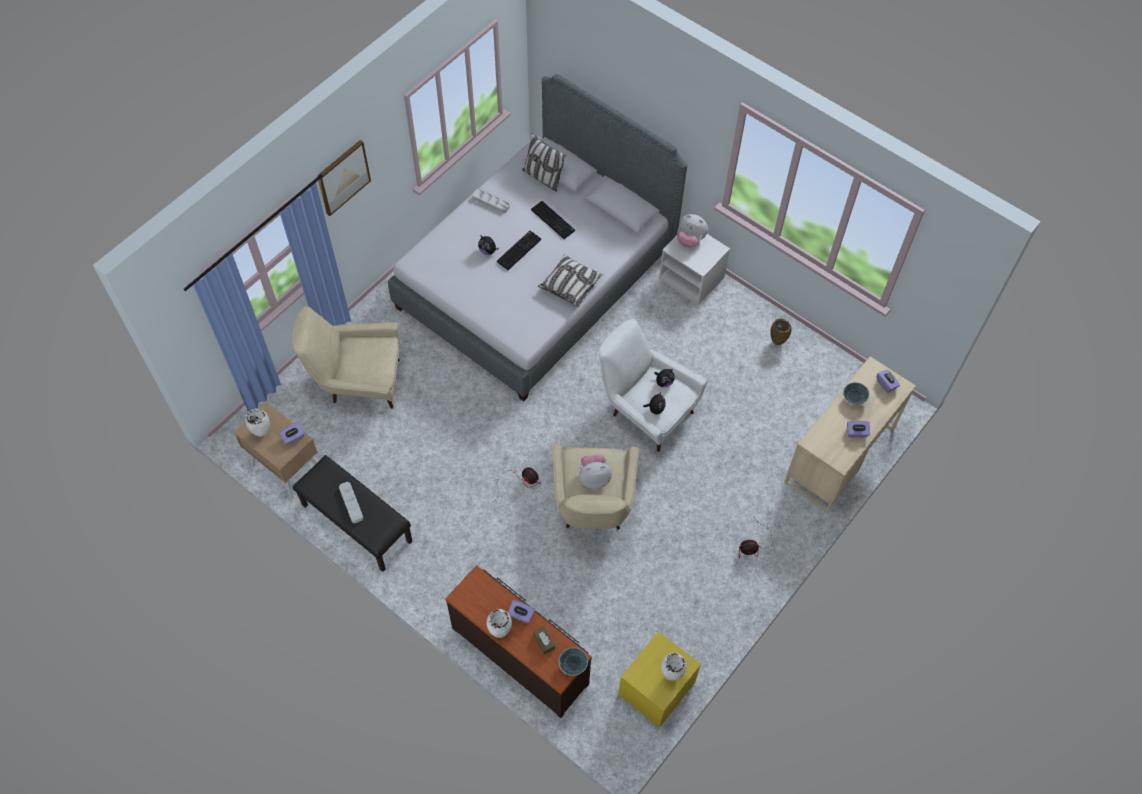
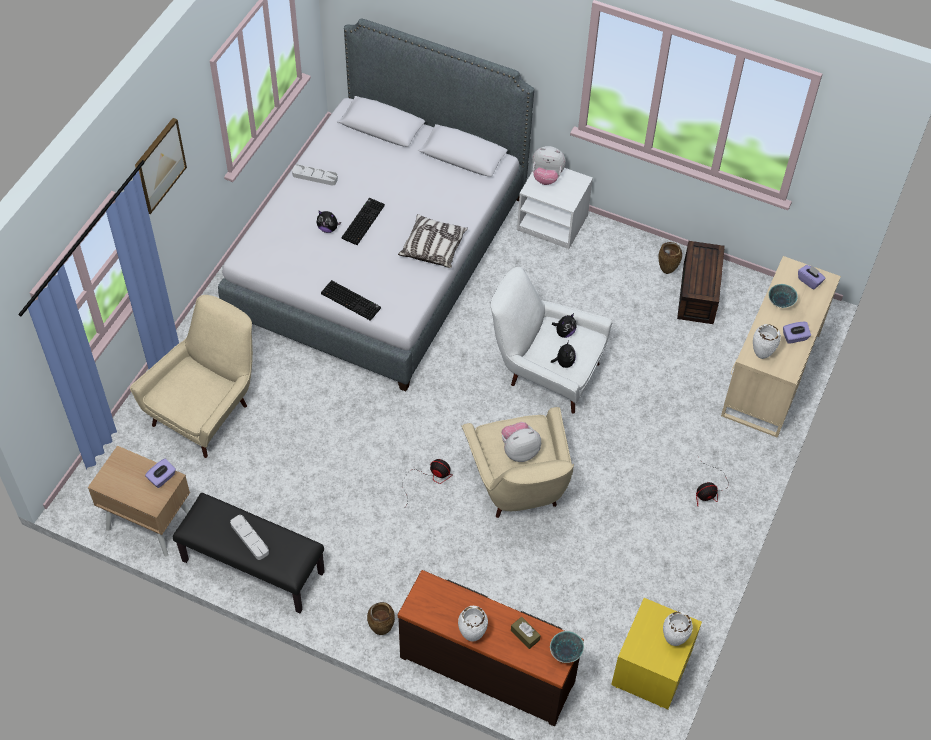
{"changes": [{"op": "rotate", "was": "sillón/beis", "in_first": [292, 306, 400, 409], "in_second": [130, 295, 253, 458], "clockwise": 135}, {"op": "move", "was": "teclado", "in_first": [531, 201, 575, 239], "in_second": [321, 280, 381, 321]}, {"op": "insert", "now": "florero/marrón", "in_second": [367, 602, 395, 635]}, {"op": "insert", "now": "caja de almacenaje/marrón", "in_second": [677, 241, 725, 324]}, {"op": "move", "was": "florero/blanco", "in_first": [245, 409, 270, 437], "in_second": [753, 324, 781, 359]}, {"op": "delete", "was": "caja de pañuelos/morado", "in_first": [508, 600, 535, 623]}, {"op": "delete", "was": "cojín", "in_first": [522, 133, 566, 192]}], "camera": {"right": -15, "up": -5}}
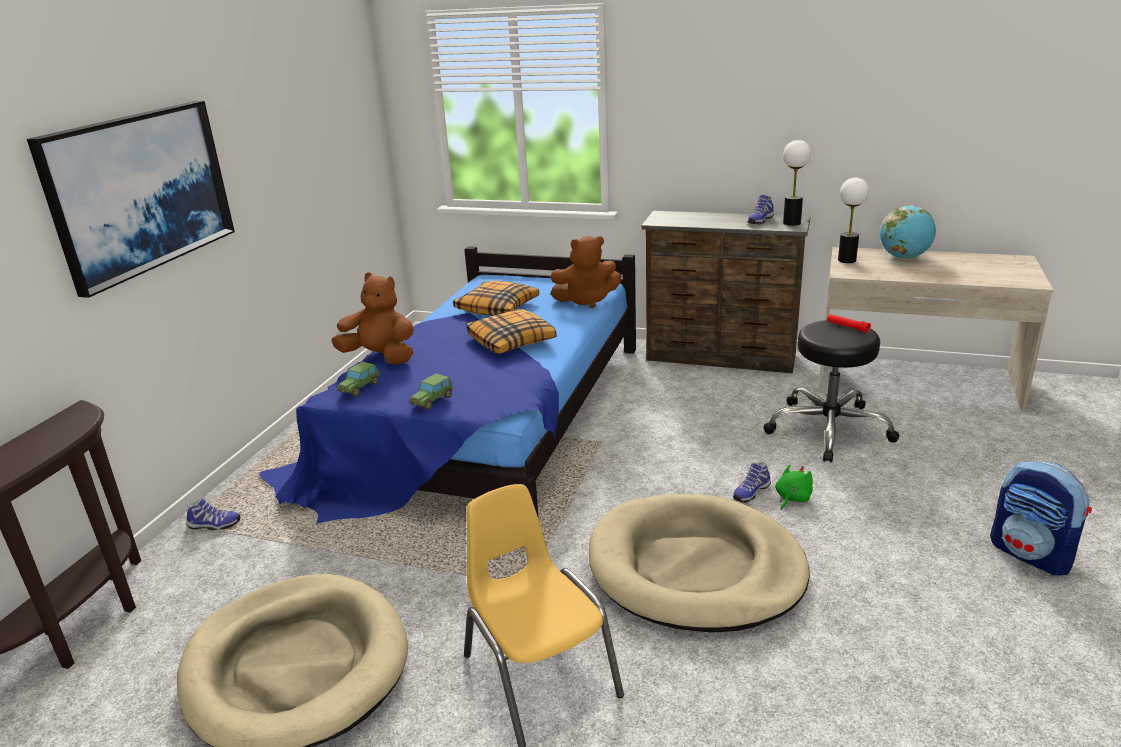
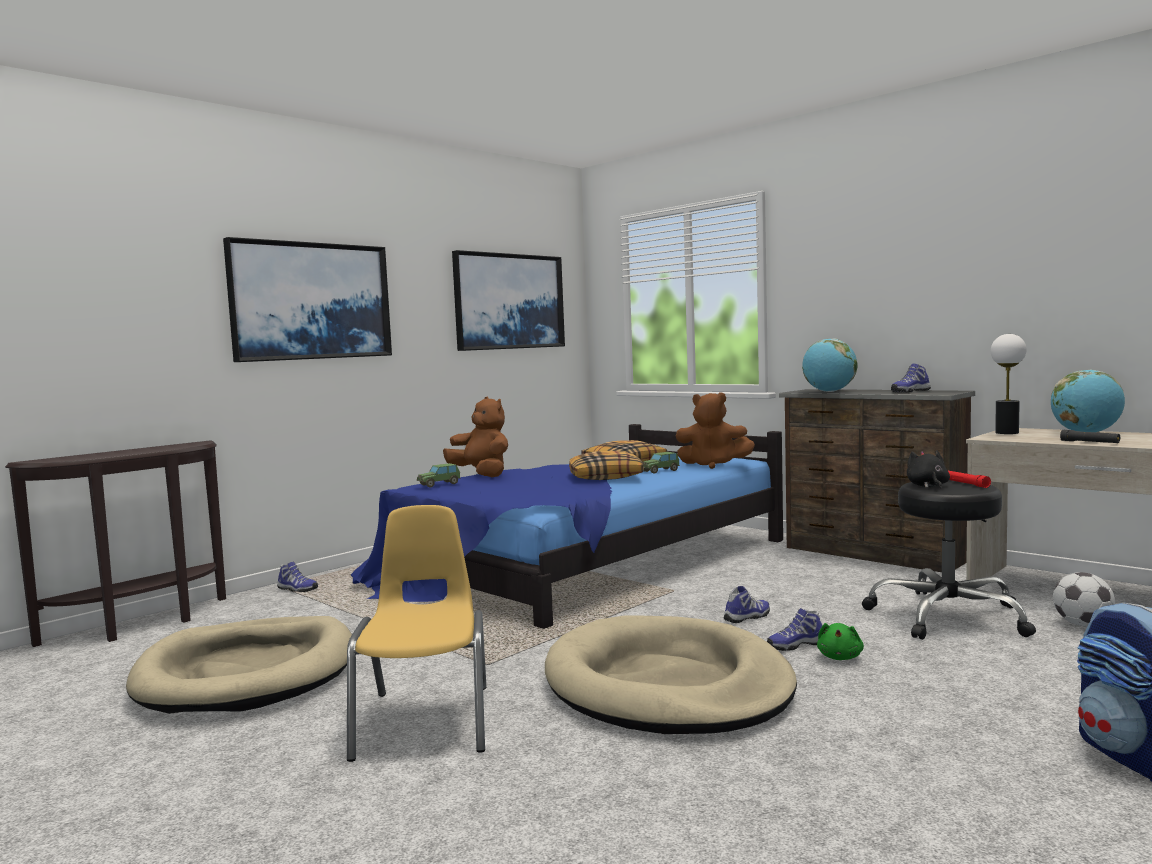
{"changes": [{"op": "insert", "now": "cuadro", "in_second": [452, 250, 565, 351]}, {"op": "move", "was": "coche de juguete", "in_first": [409, 373, 453, 410], "in_second": [643, 452, 680, 474]}, {"op": "insert", "now": "zapato", "in_second": [724, 586, 770, 623]}, {"op": "insert", "now": "globo terráqueo", "in_second": [802, 338, 858, 392]}, {"op": "rotate", "was": "peluche/verde", "in_first": [775, 465, 813, 510], "in_second": [817, 623, 864, 660], "clockwise": 135}, {"op": "insert", "now": "peluche/negro", "in_second": [907, 450, 950, 489]}, {"op": "insert", "now": "balón de fútbol", "in_second": [1053, 572, 1115, 626]}, {"op": "insert", "now": "linterna/negro", "in_second": [1060, 430, 1120, 443]}, {"op": "delete", "was": "lámpara de mesa", "in_first": [783, 140, 811, 226]}], "camera": {"right": 25, "up": -20}}
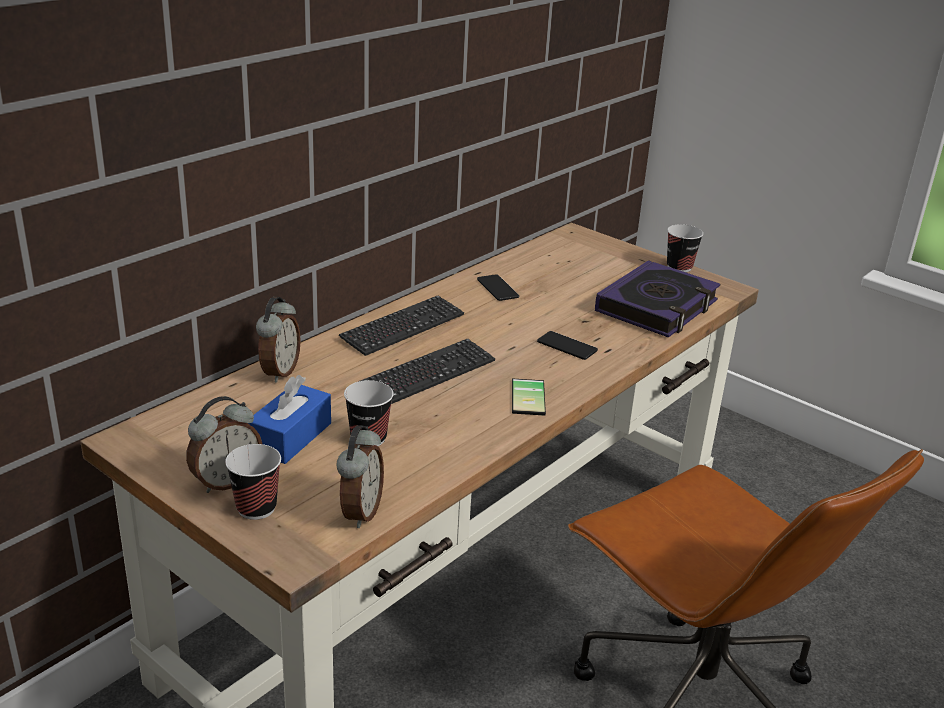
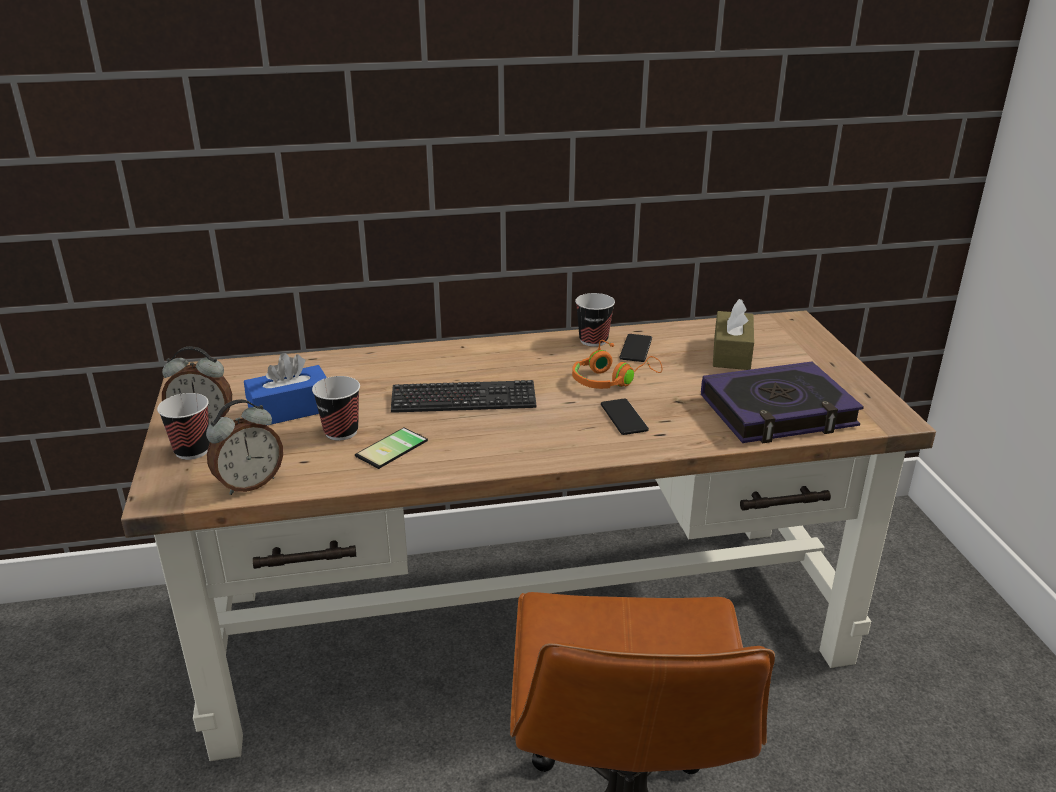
{"changes": [{"op": "move", "was": "móvil", "in_first": [512, 379, 553, 416], "in_second": [355, 427, 428, 469]}, {"op": "insert", "now": "auriculares/naranja", "in_second": [572, 340, 662, 389]}, {"op": "move", "was": "taza", "in_first": [667, 224, 703, 272], "in_second": [575, 293, 615, 347]}, {"op": "insert", "now": "caja de pañuelos/marrón", "in_second": [713, 299, 754, 370]}, {"op": "delete", "was": "despertador", "in_first": [256, 297, 301, 383]}, {"op": "delete", "was": "teclado", "in_first": [339, 295, 464, 356]}], "camera": {"right": 40, "up": 0}}
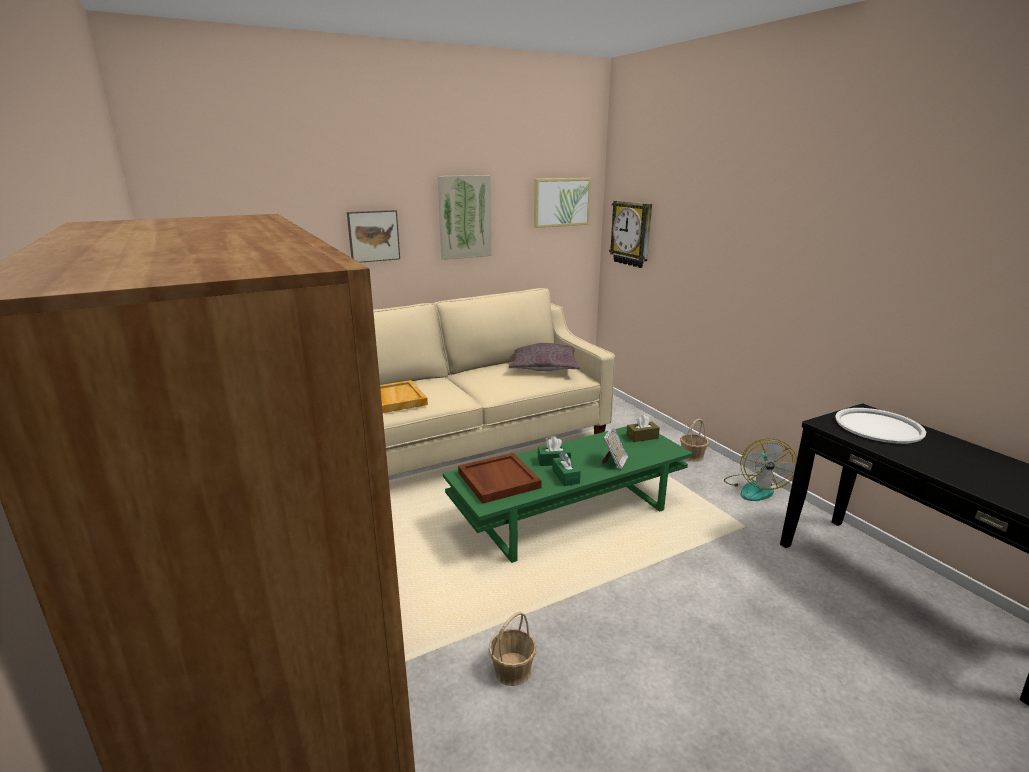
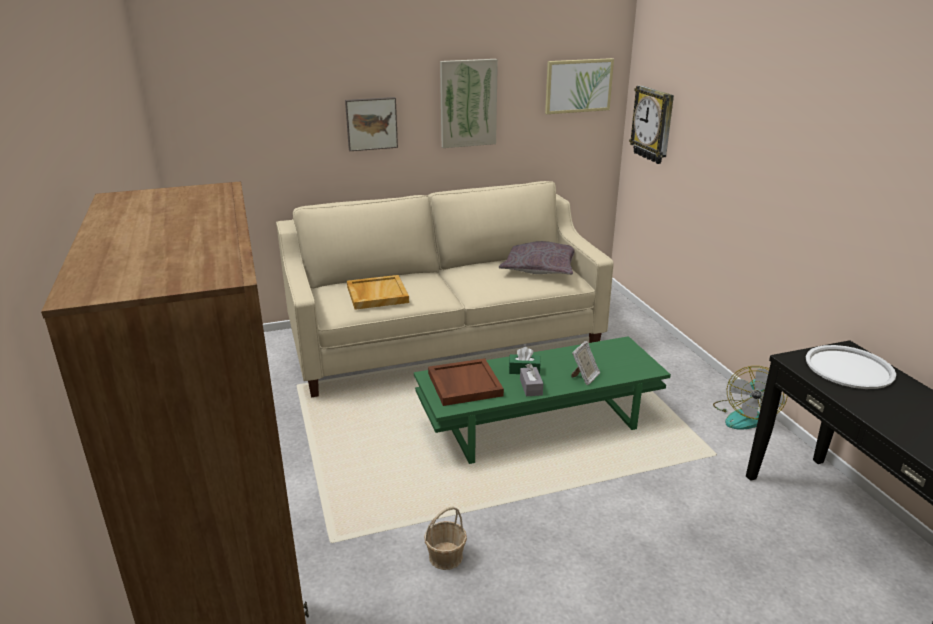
{"changes": [{"op": "recolor", "was": "caja de pañuelos/verde", "now": "caja de pañuelos/gris", "in_first": [552, 452, 581, 486], "in_second": [520, 364, 543, 396]}, {"op": "delete", "was": "caja de pañuelos/marrón", "in_first": [626, 415, 660, 442]}, {"op": "delete", "was": "cesta", "in_first": [680, 419, 709, 462]}], "camera": {"right": 10, "up": 5}}
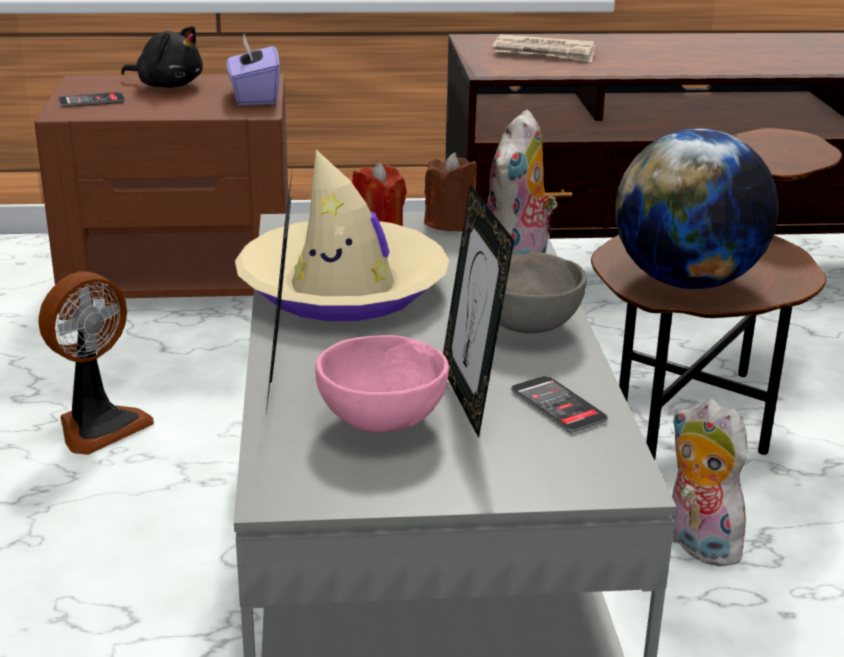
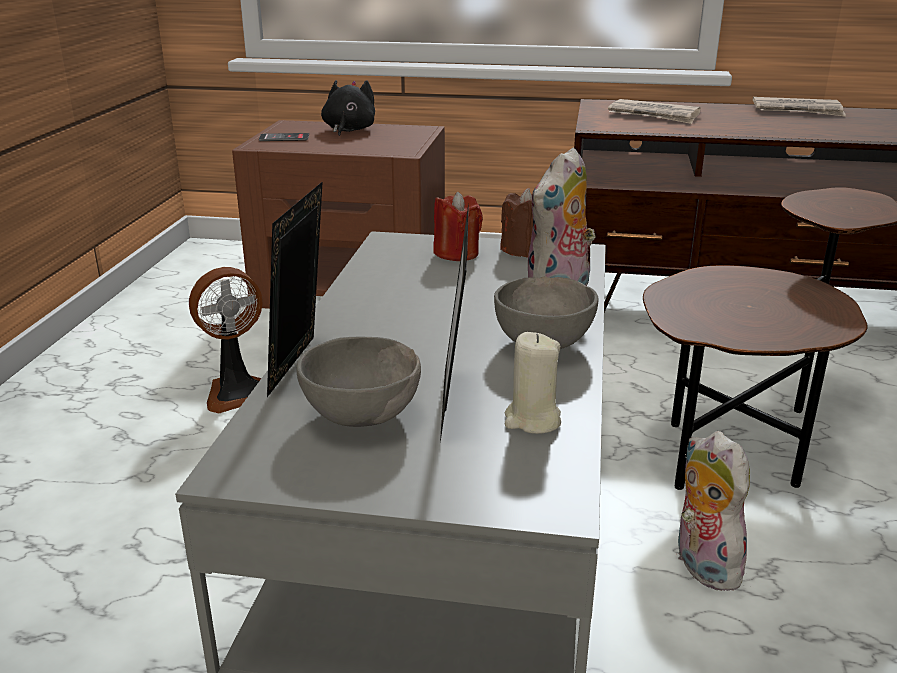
{"changes": [{"op": "recolor", "was": "cuenco/rosa", "now": "cuenco/gris", "in_first": [315, 335, 449, 433], "in_second": [296, 337, 421, 427]}, {"op": "rotate", "was": "peluche/negro", "in_first": [121, 26, 203, 88], "in_second": [321, 80, 375, 136], "clockwise": -120}, {"op": "replace", "was": "móvil", "now": "vela/beis", "in_first": [511, 376, 608, 433], "in_second": [505, 332, 561, 434]}, {"op": "insert", "now": "periódico", "in_second": [753, 97, 846, 117]}, {"op": "delete", "was": "caja de pañuelos/morado", "in_first": [227, 34, 280, 105]}, {"op": "delete", "was": "sombrero/beis", "in_first": [235, 150, 450, 321]}, {"op": "delete", "was": "globo terráqueo", "in_first": [615, 129, 779, 289]}], "camera": {"right": 15, "up": 0}}
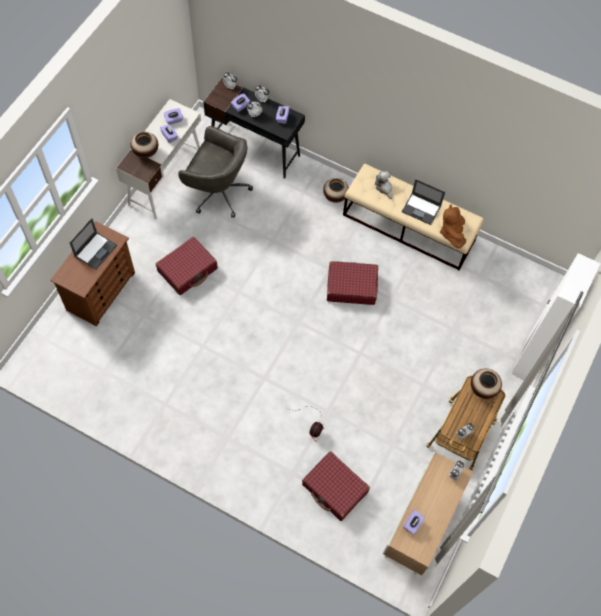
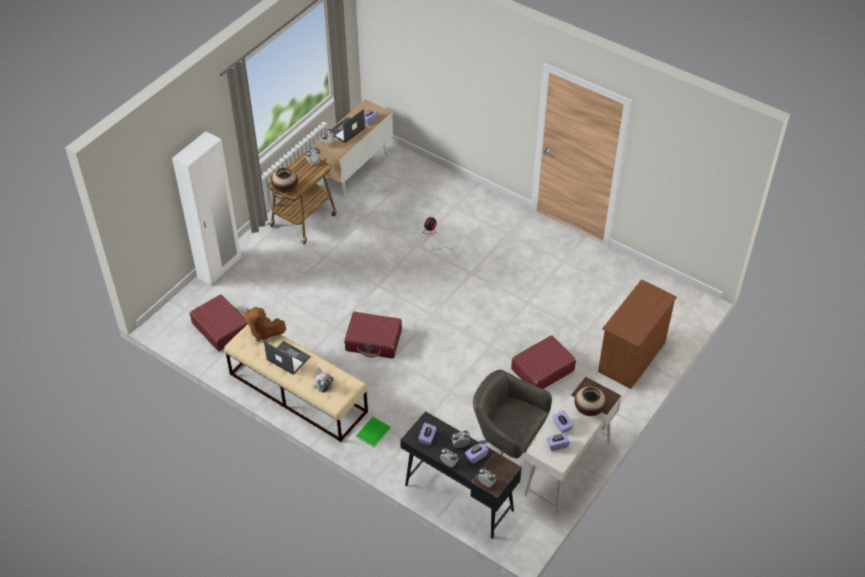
{"changes": [{"op": "move", "was": "maleta/rojo", "in_first": [302, 451, 370, 521], "in_second": [190, 294, 248, 351]}, {"op": "rotate", "was": "peluche/marrón", "in_first": [440, 204, 466, 248], "in_second": [243, 307, 286, 342], "clockwise": 105}, {"op": "move", "was": "portátil", "in_first": [70, 218, 117, 270], "in_second": [331, 109, 365, 143]}, {"op": "replace", "was": "florero", "now": "libro/verde", "in_first": [323, 178, 349, 203], "in_second": [356, 417, 391, 447]}], "camera": {"right": -170, "up": -15}}
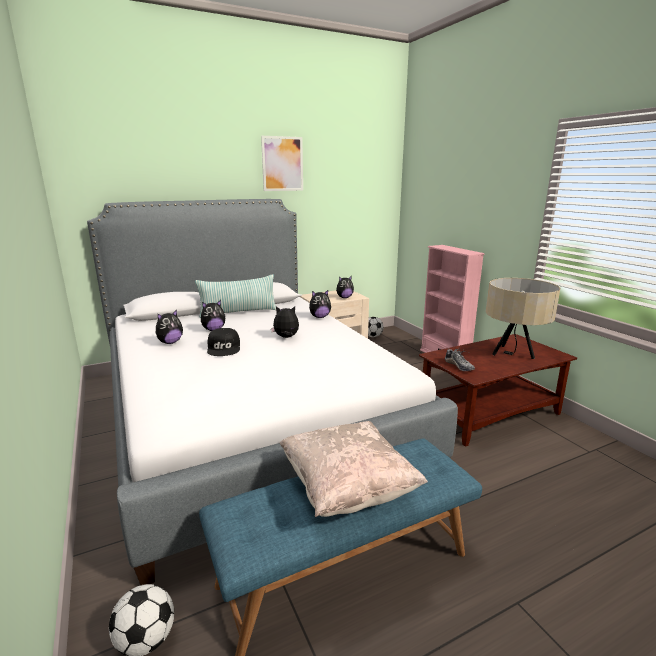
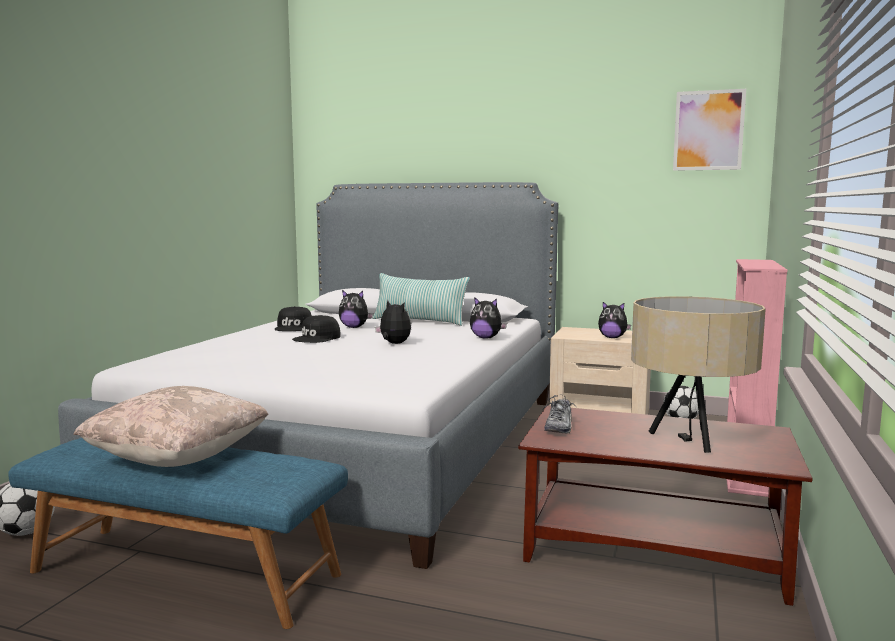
{"changes": [{"op": "replace", "was": "peluche", "now": "gorra/negro", "in_first": [155, 309, 183, 344], "in_second": [274, 306, 312, 331]}, {"op": "move", "was": "cuadro", "in_first": [261, 136, 303, 191], "in_second": [673, 89, 746, 171]}], "camera": {"right": 45, "up": -10}}
